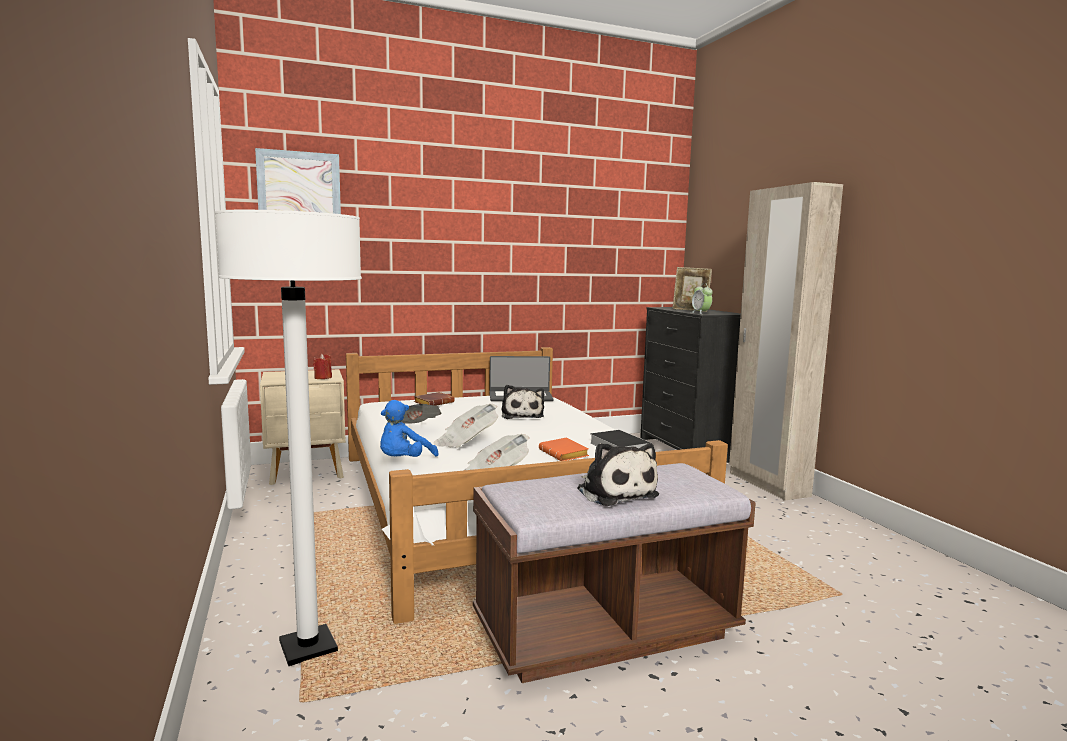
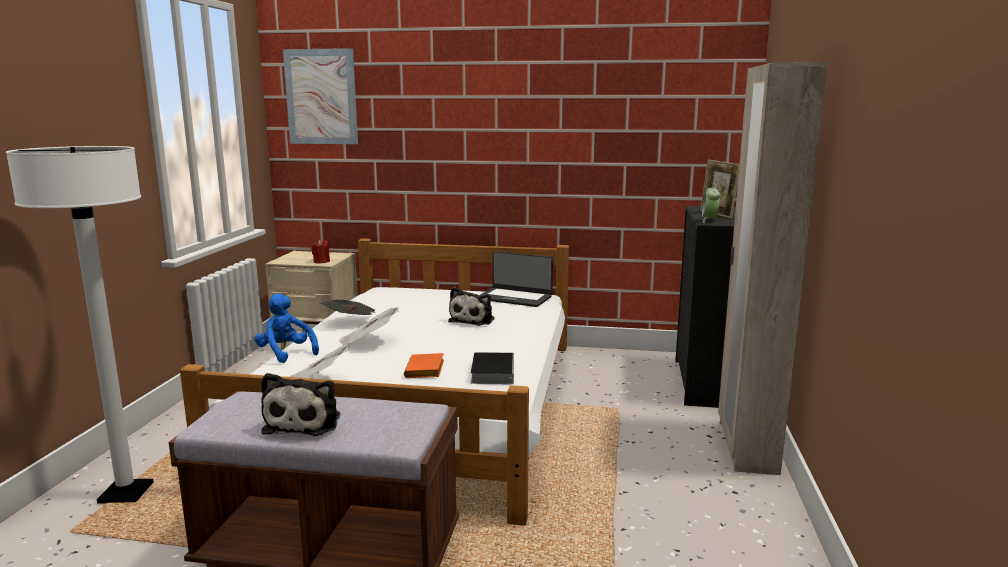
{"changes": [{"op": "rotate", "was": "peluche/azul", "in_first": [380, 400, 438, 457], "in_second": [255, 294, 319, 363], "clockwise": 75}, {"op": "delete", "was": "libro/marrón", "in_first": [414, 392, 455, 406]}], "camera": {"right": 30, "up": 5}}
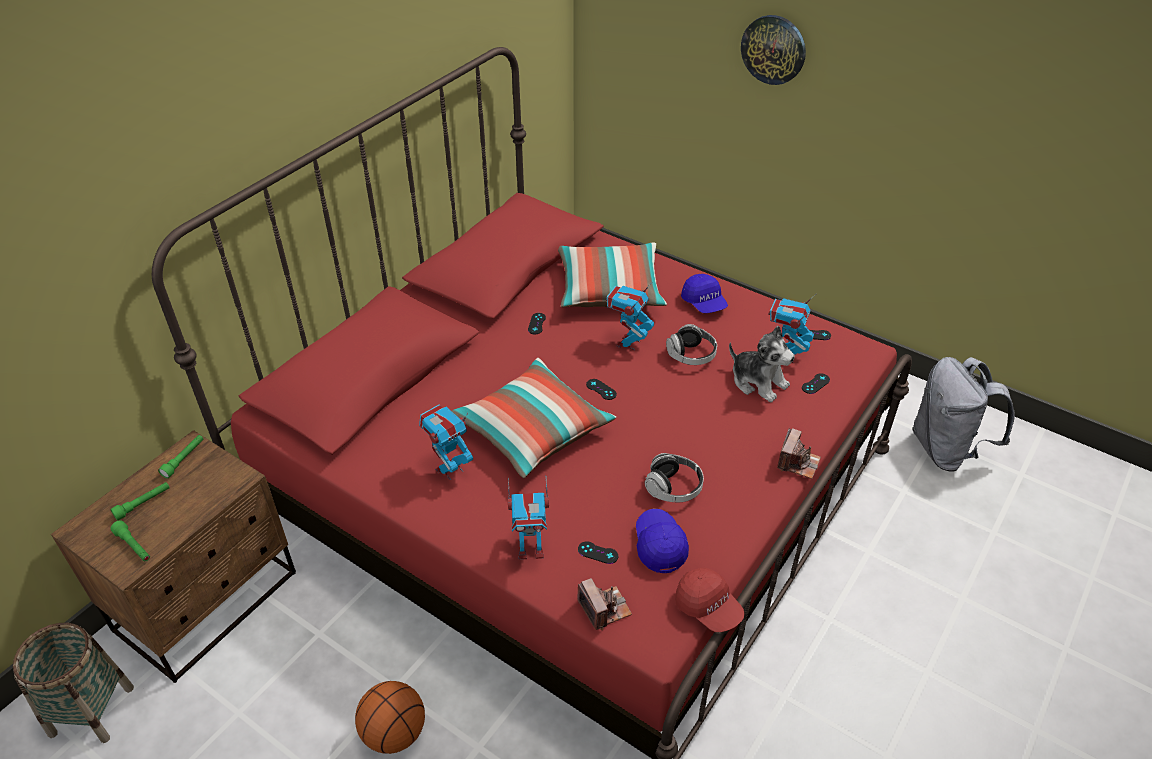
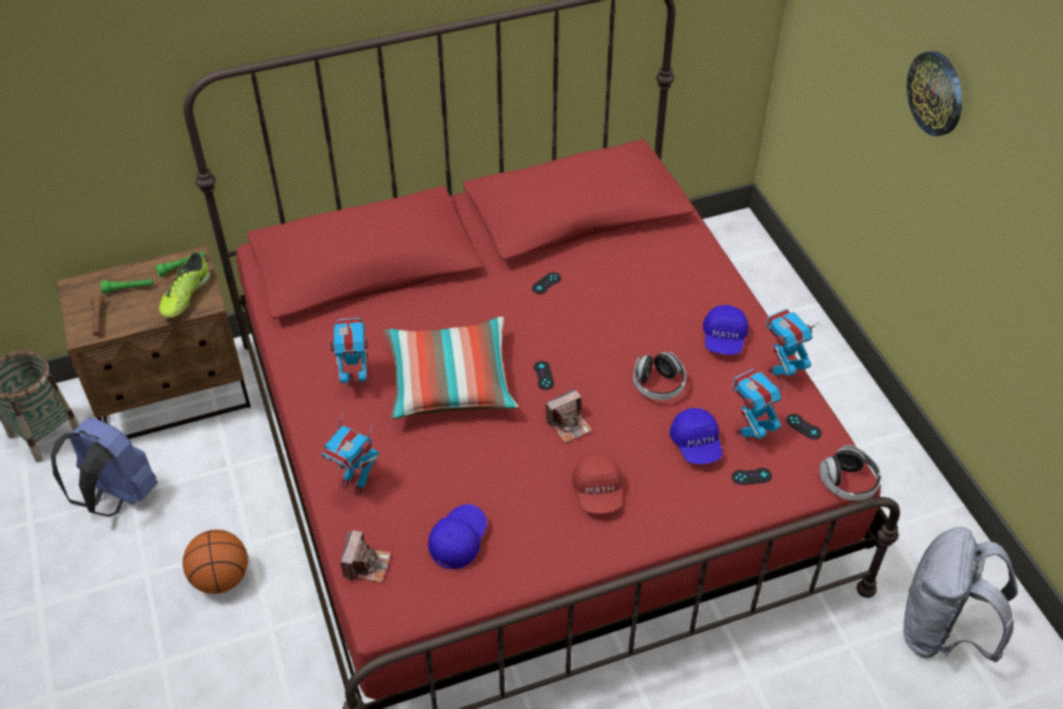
{"changes": [{"op": "insert", "now": "mochila/azul", "in_second": [51, 418, 158, 517]}, {"op": "recolor", "was": "linterna/verde", "now": "linterna/marrón", "in_first": [111, 520, 150, 561], "in_second": [91, 293, 104, 336]}, {"op": "insert", "now": "zapato", "in_second": [159, 252, 211, 319]}, {"op": "move", "was": "cámara", "in_first": [777, 428, 821, 479], "in_second": [546, 388, 592, 443]}, {"op": "move", "was": "gorra/rojo", "in_first": [675, 568, 745, 632], "in_second": [572, 454, 623, 514]}, {"op": "replace", "was": "peluche", "now": "gorra/azul", "in_first": [729, 326, 795, 402], "in_second": [670, 408, 722, 464]}, {"op": "move", "was": "robot de juguete", "in_first": [606, 282, 654, 350], "in_second": [765, 309, 819, 382]}, {"op": "move", "was": "auriculares", "in_first": [645, 453, 704, 502], "in_second": [820, 445, 881, 501]}, {"op": "delete", "was": "cojín", "in_first": [558, 243, 667, 307]}, {"op": "delete", "was": "mando de consola/negro", "in_first": [578, 541, 618, 564]}], "camera": {"right": 35, "up": 5}}
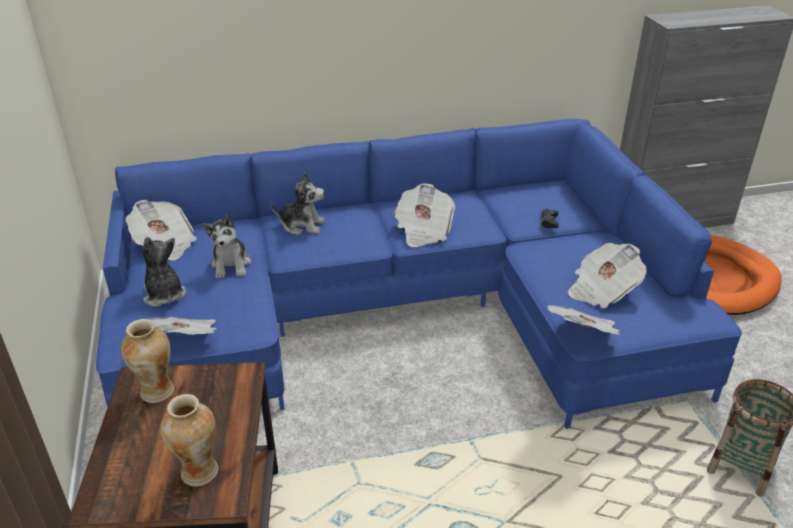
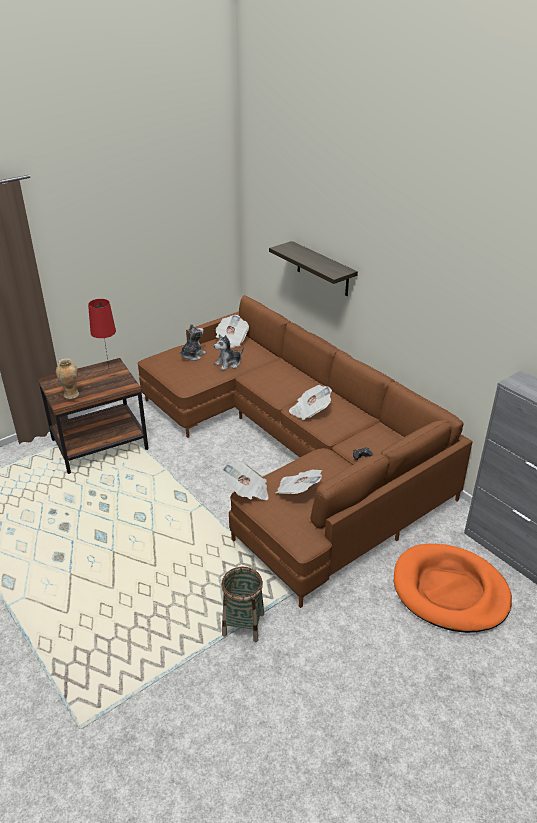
{"changes": [{"op": "replace", "was": "florero", "now": "lámpara de mesa/rojo", "in_first": [121, 319, 174, 403], "in_second": [88, 299, 116, 367]}, {"op": "recolor", "was": "sofá/azul", "now": "sofá/marrón", "in_first": [96, 119, 742, 429], "in_second": [137, 295, 473, 608]}, {"op": "insert", "now": "estante", "in_second": [269, 241, 358, 296]}, {"op": "delete", "was": "periódico", "in_first": [149, 317, 217, 335]}, {"op": "delete", "was": "peluche", "in_first": [271, 173, 325, 235]}], "camera": {"right": 65, "up": 0}}
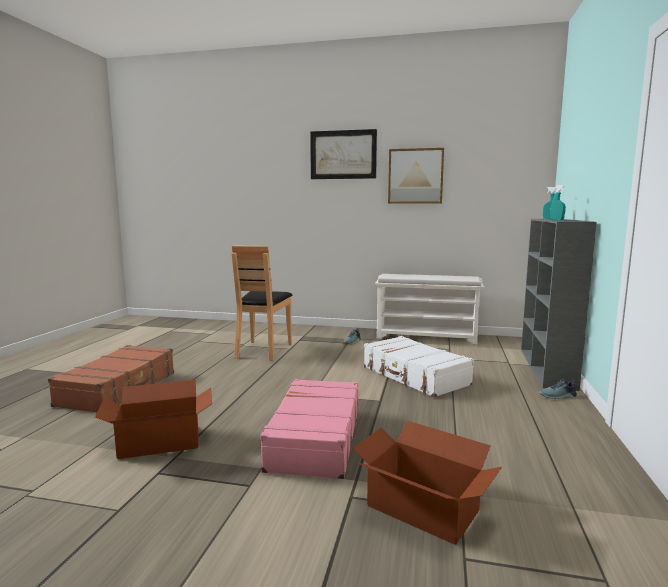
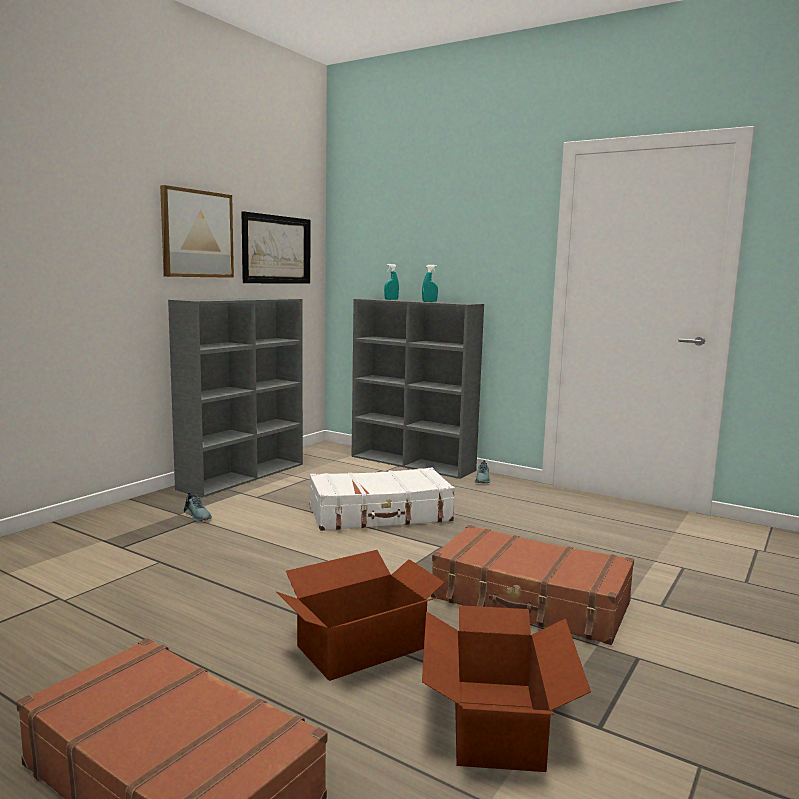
{"changes": [{"op": "replace", "was": "zapatero/blanco", "now": "estantería/gris", "in_first": [375, 274, 485, 344], "in_second": [168, 298, 303, 498]}, {"op": "move", "was": "cuadro", "in_first": [310, 129, 377, 179], "in_second": [242, 211, 310, 284]}, {"op": "move", "was": "caja de cartón", "in_first": [353, 421, 502, 545], "in_second": [277, 550, 445, 681]}, {"op": "recolor", "was": "maleta/rosa", "now": "maleta/marrón", "in_first": [258, 379, 359, 479], "in_second": [431, 525, 634, 645]}, {"op": "delete", "was": "silla/marrón", "in_first": [231, 245, 292, 361]}], "camera": {"right": -70, "up": 0}}
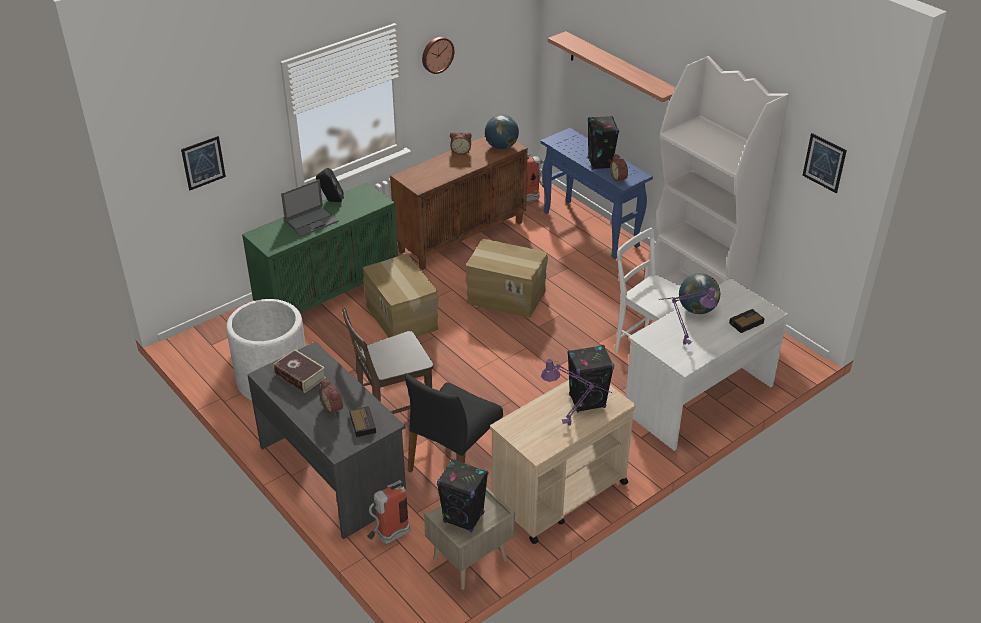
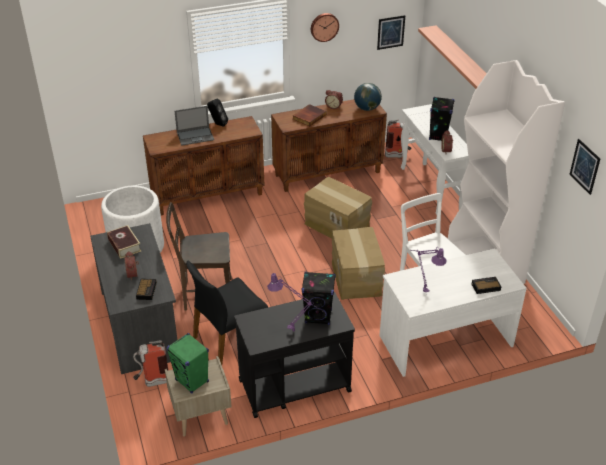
{"changes": [{"op": "recolor", "was": "armario/verde", "now": "armario/marrón", "in_first": [242, 182, 398, 313], "in_second": [143, 116, 265, 215]}, {"op": "recolor", "was": "altavoz/negro", "now": "altavoz/verde", "in_first": [437, 459, 488, 532], "in_second": [167, 333, 209, 394]}, {"op": "recolor", "was": "carrito/beis", "now": "carrito/negro", "in_first": [490, 380, 636, 544], "in_second": [234, 292, 355, 418]}, {"op": "insert", "now": "libro", "in_second": [292, 104, 326, 126]}, {"op": "move", "was": "caja de cartón", "in_first": [363, 254, 438, 338], "in_second": [332, 227, 385, 300]}, {"op": "move", "was": "cuadro", "in_first": [181, 136, 226, 191], "in_second": [377, 15, 405, 50]}, {"op": "recolor", "was": "mesa consola/azul", "now": "mesa consola/blanco", "in_first": [541, 128, 653, 259], "in_second": [401, 104, 469, 215]}, {"op": "delete", "was": "globo terráqueo", "in_first": [679, 273, 720, 314]}], "camera": {"right": 20, "up": 0}}
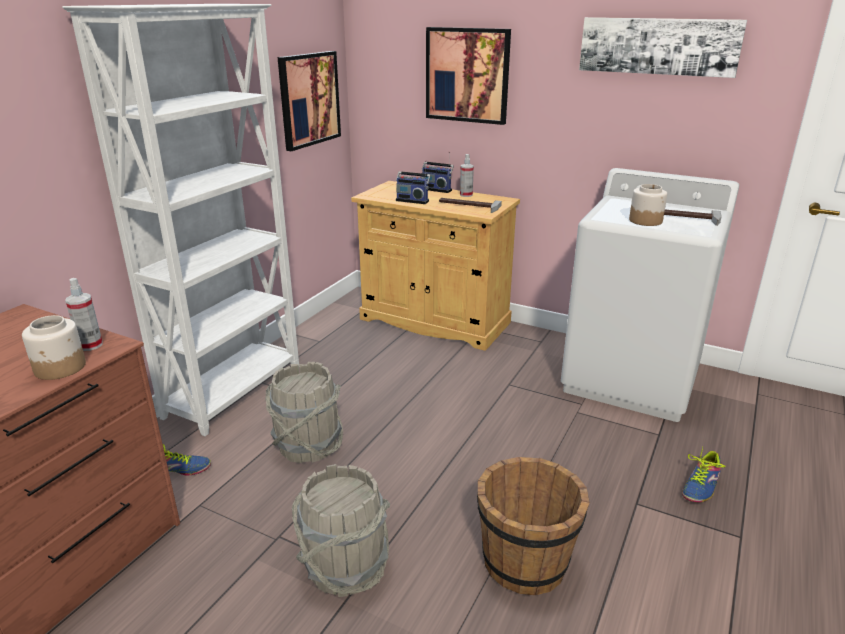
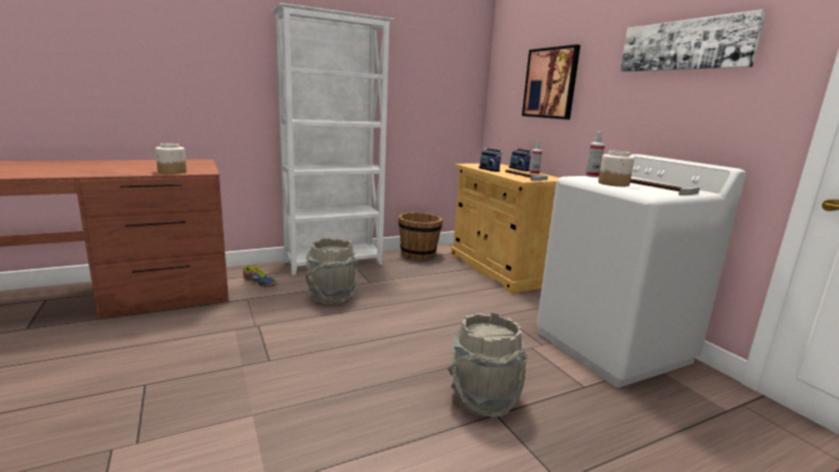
{"changes": [{"op": "move", "was": "cubo/marrón", "in_first": [477, 457, 590, 595], "in_second": [398, 212, 443, 260]}, {"op": "move", "was": "cubo/gris", "in_first": [292, 464, 390, 597], "in_second": [448, 312, 529, 418]}, {"op": "move", "was": "pulverizador", "in_first": [65, 278, 103, 351], "in_second": [585, 131, 605, 177]}, {"op": "delete", "was": "cuadro", "in_first": [278, 51, 341, 151]}, {"op": "delete", "was": "zapato", "in_first": [682, 446, 725, 503]}], "camera": {"right": 35, "up": -10}}
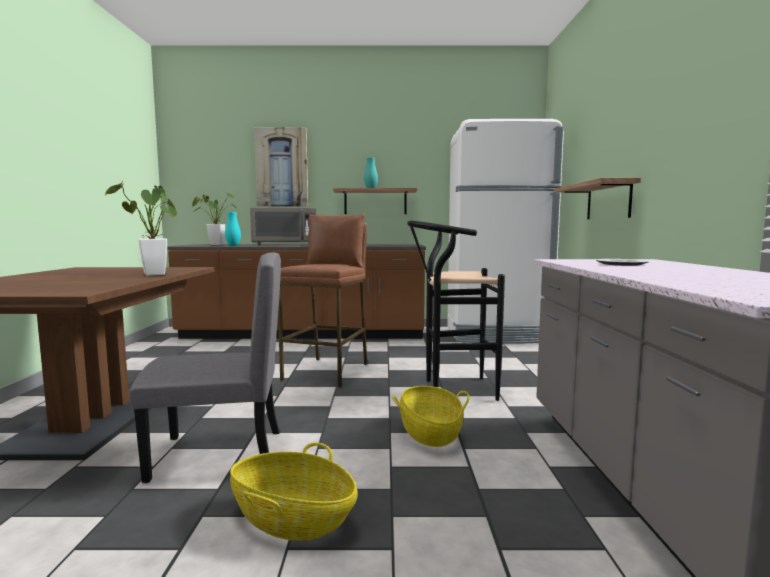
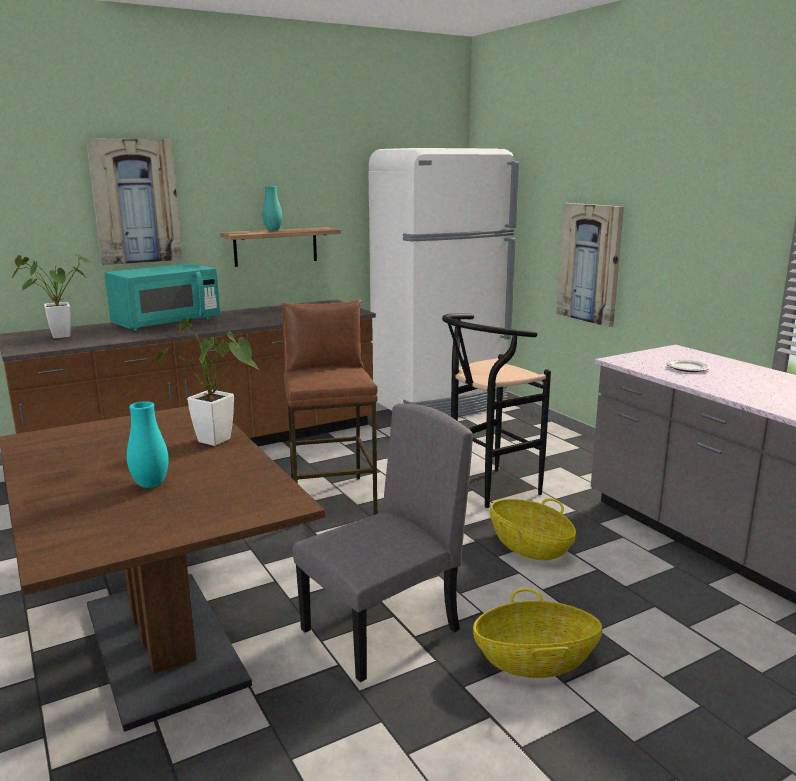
{"changes": [{"op": "recolor", "was": "microondas/gris", "now": "microondas/turquesa", "in_first": [250, 207, 317, 245], "in_second": [105, 264, 220, 331]}, {"op": "move", "was": "florero/turquesa", "in_first": [225, 212, 241, 246], "in_second": [127, 401, 169, 488]}, {"op": "replace", "was": "estante", "now": "cuadro", "in_first": [554, 178, 641, 219], "in_second": [556, 203, 624, 327]}], "camera": {"right": -30, "up": 10}}
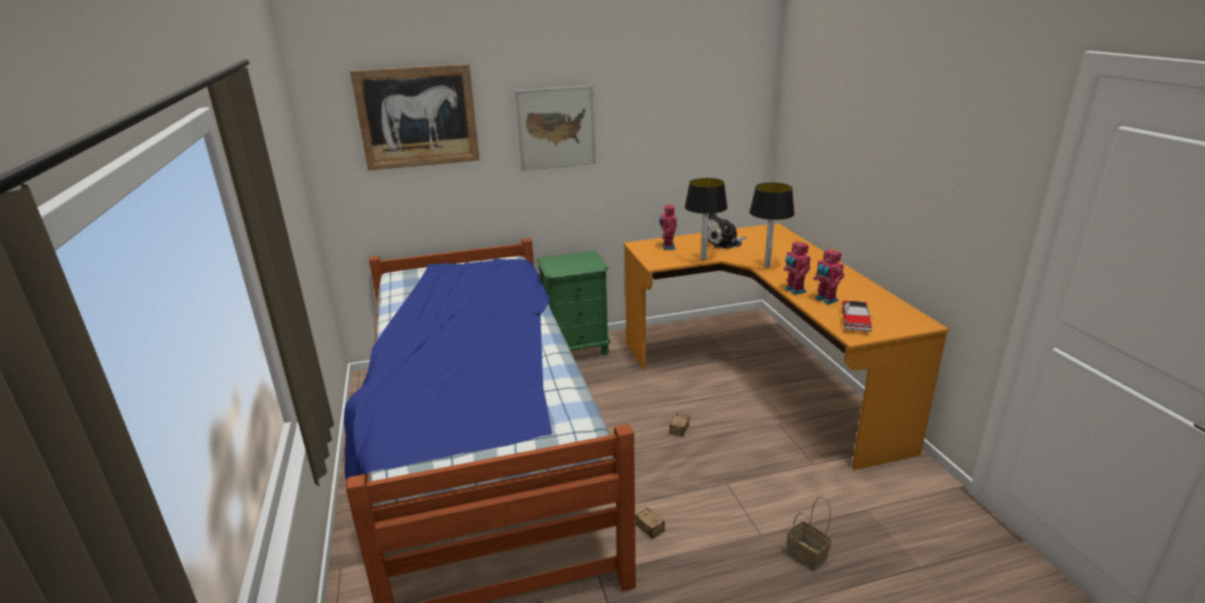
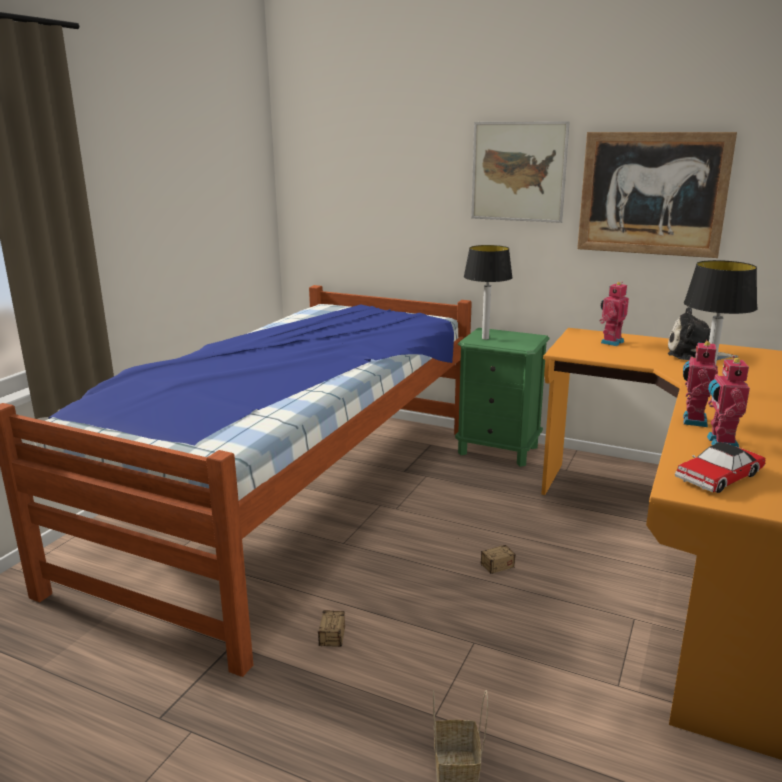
{"changes": [{"op": "move", "was": "lámpara de mesa", "in_first": [684, 178, 728, 260], "in_second": [464, 245, 513, 340]}, {"op": "move", "was": "cuadro", "in_first": [350, 64, 480, 171], "in_second": [577, 132, 737, 258]}], "camera": {"right": 40, "up": -5}}
